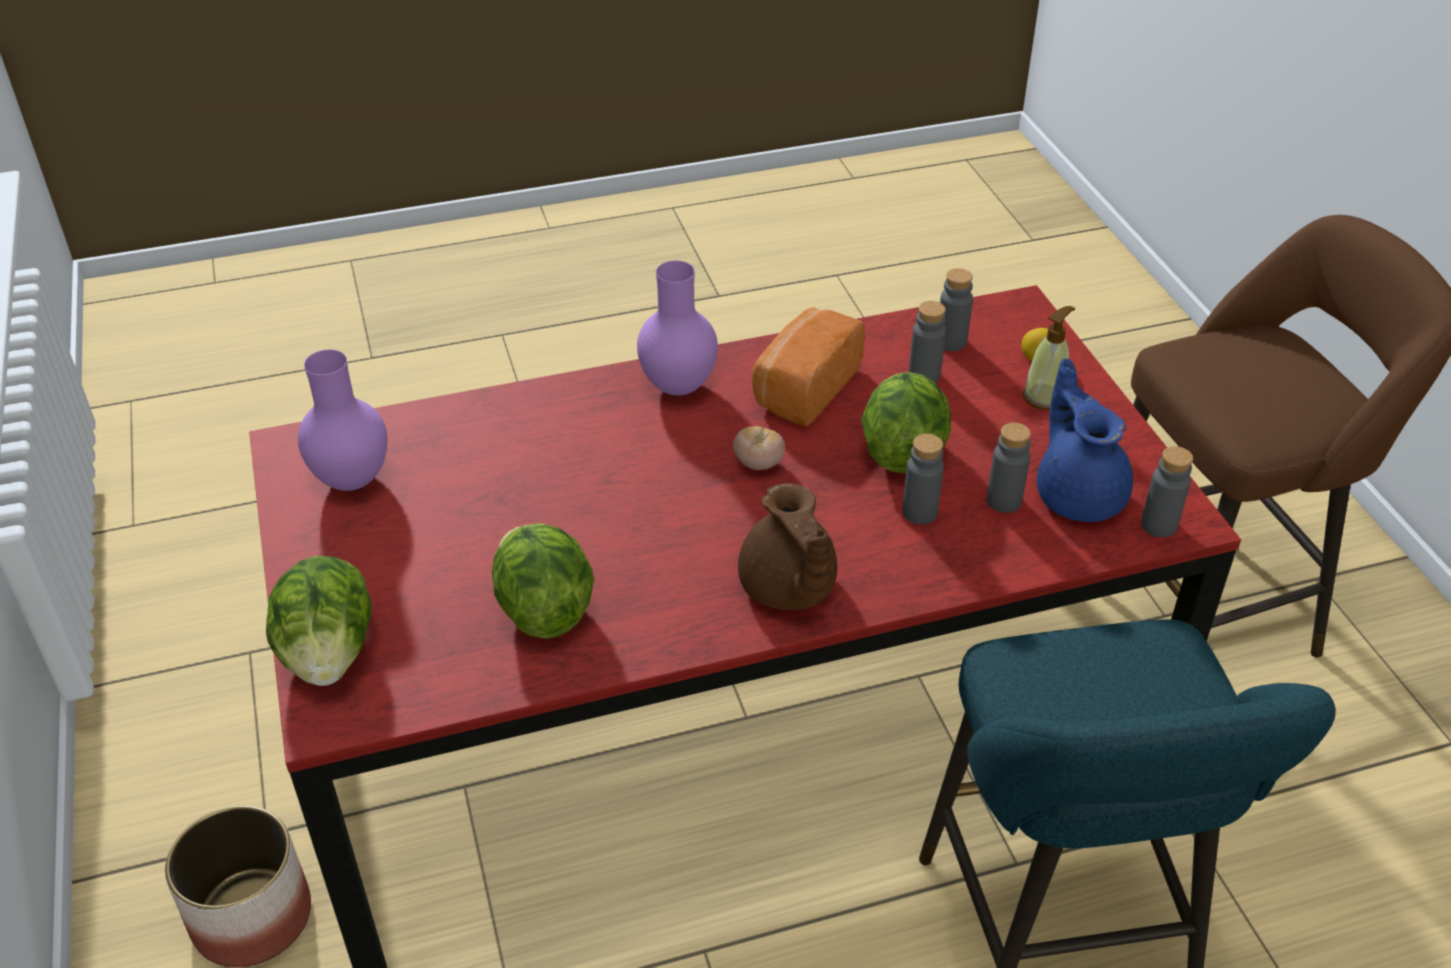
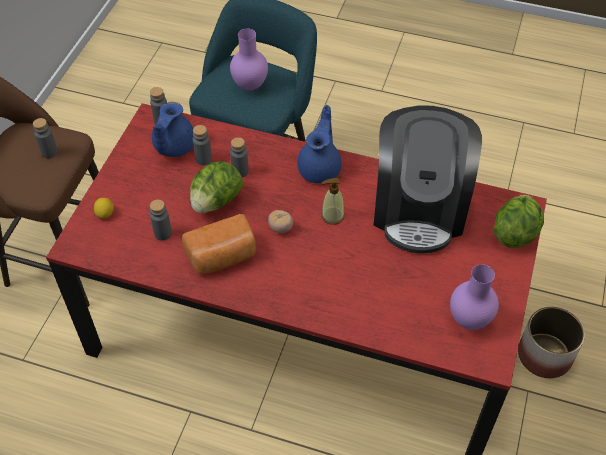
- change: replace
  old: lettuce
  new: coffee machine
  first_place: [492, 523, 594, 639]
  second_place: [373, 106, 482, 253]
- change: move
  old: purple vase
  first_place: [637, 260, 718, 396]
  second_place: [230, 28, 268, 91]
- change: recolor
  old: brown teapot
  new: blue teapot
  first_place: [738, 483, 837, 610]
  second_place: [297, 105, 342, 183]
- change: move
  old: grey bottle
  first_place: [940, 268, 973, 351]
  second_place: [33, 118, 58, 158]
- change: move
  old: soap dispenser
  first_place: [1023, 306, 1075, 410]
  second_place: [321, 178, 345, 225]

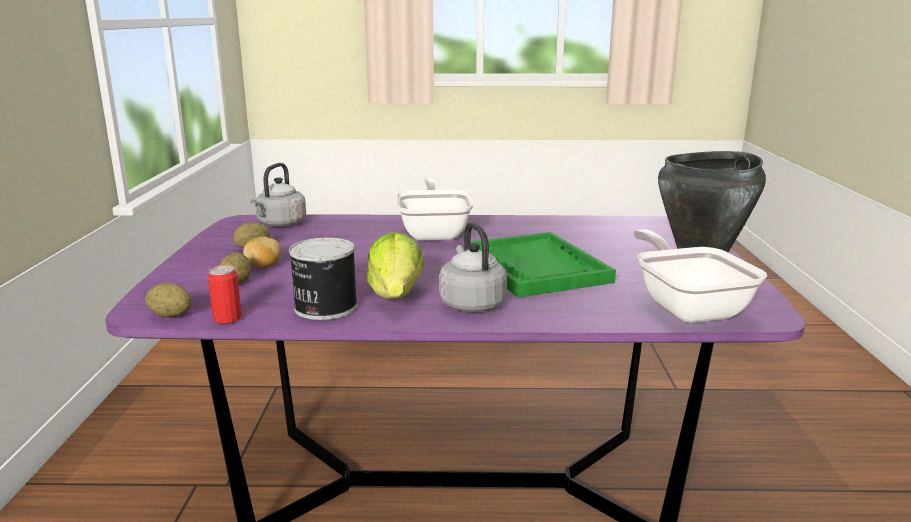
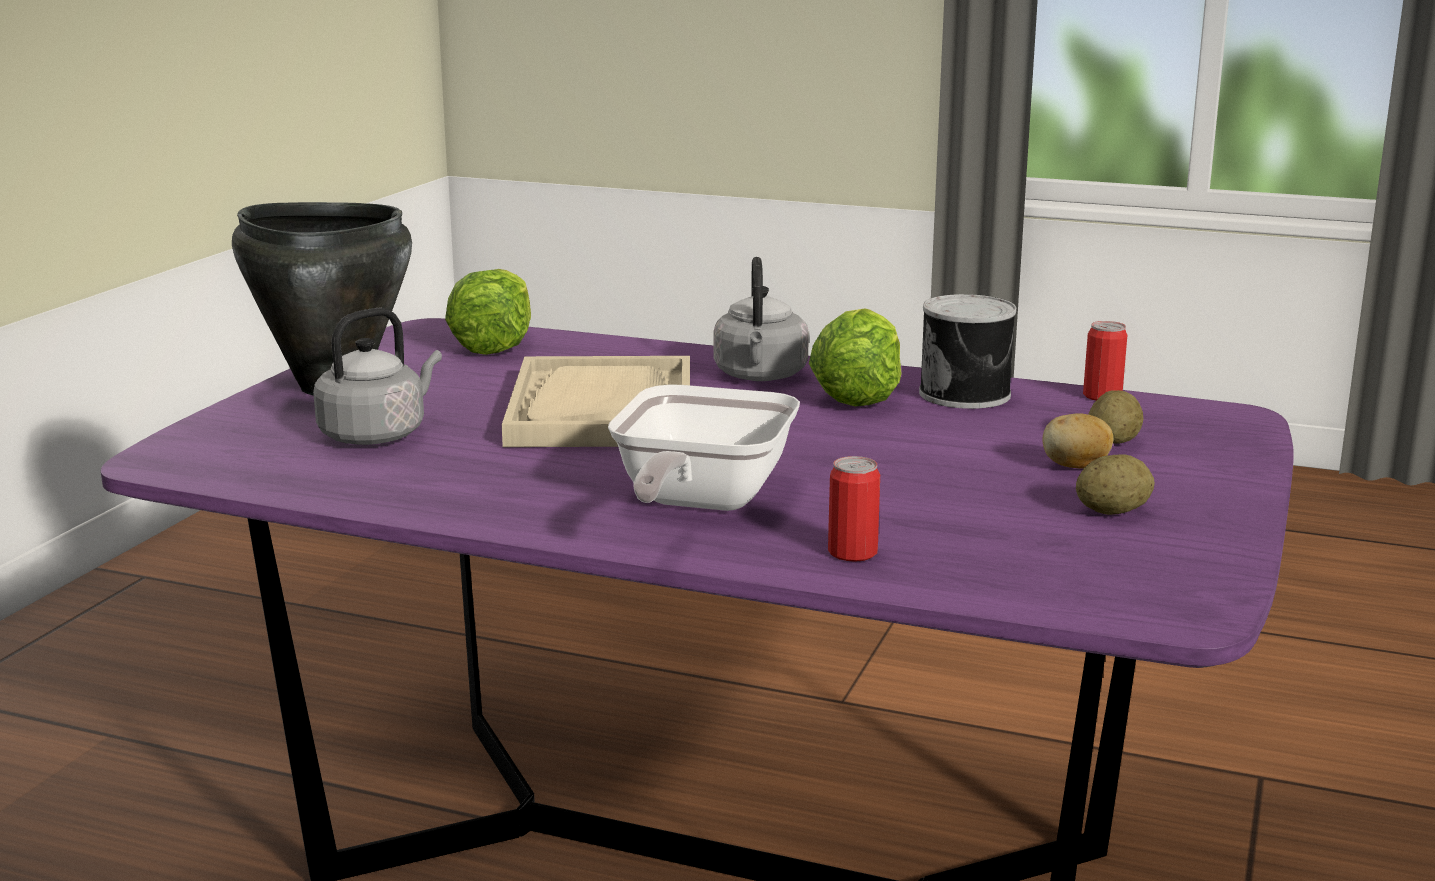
- change: delete
  old: potato
  first_place: [145, 283, 192, 317]
- change: move
  old: grey kettle
  first_place: [250, 163, 306, 227]
  second_place: [313, 307, 442, 445]
- change: recolor
  old: green tray
  new: beige tray
  first_place: [471, 232, 616, 298]
  second_place: [502, 356, 690, 447]
- change: replace
  old: frying pan
  new: lettuce
  first_place: [634, 229, 767, 323]
  second_place: [445, 269, 531, 355]
- change: insert
  new: can
  second_place: [828, 456, 880, 562]

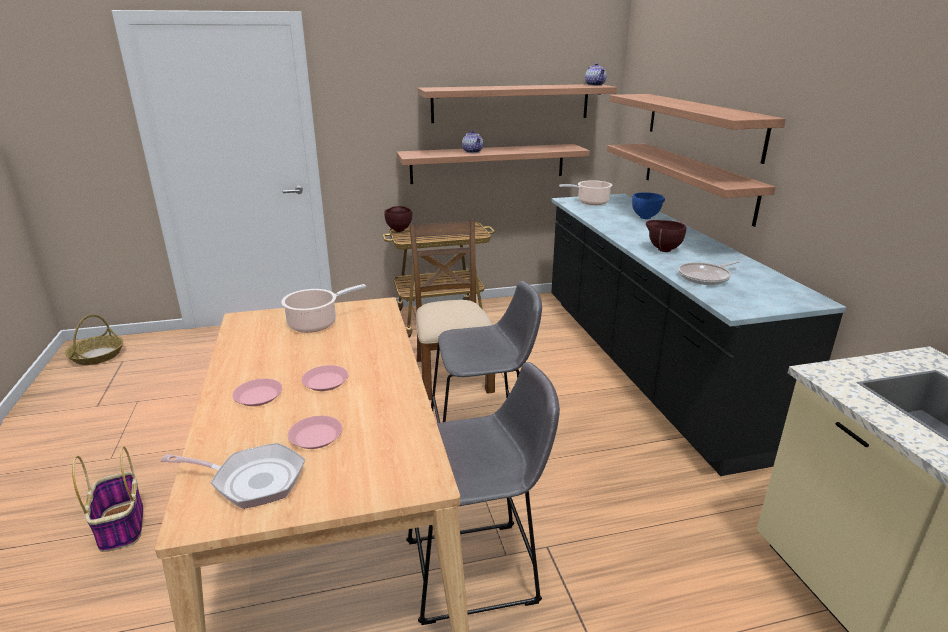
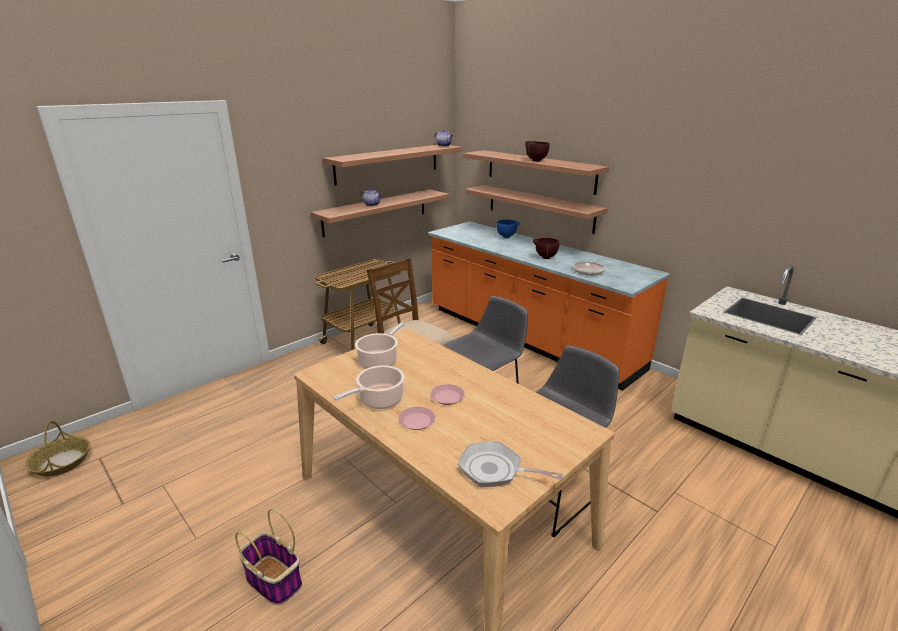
- change: rotate
  old: frying pan
  first_place: [161, 443, 305, 509]
  second_place: [458, 442, 563, 487]
  degrees: -135
- change: delete
  old: pink plate
  first_place: [288, 416, 342, 449]
- change: move
  old: brown bowl
  first_place: [384, 206, 412, 232]
  second_place: [525, 141, 550, 162]
- change: recolor
  old: black counter
  new: orange counter
  first_place: [551, 194, 846, 476]
  second_place: [428, 221, 670, 391]
- change: move
  old: cooking pot
  first_place: [559, 180, 612, 205]
  second_place: [333, 365, 405, 409]

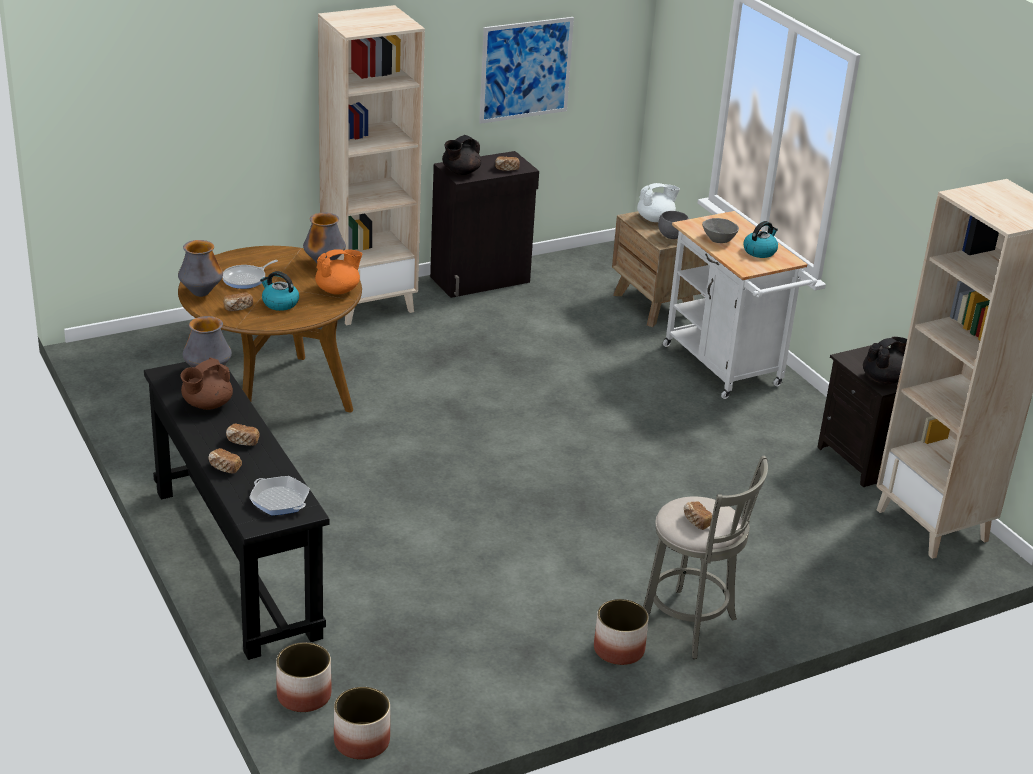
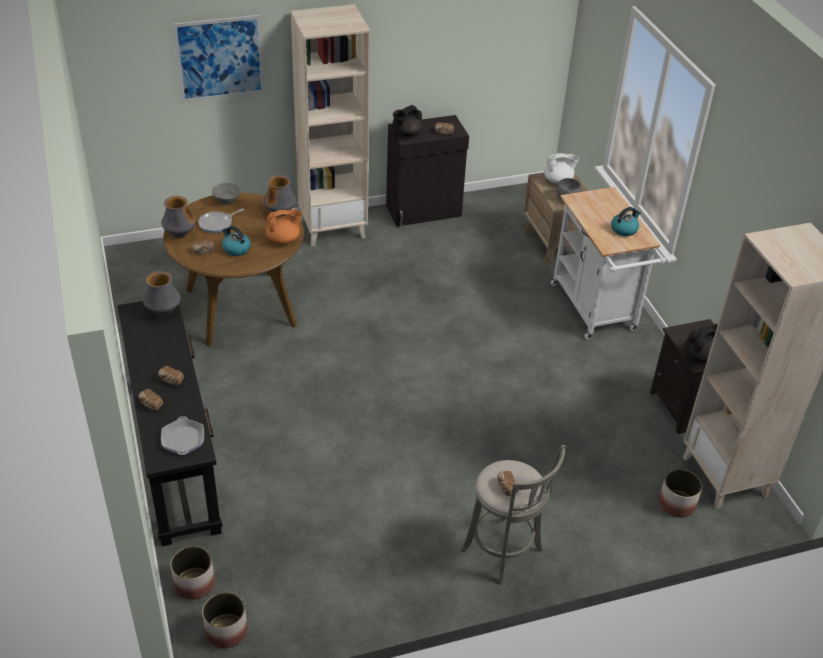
- change: delete
  old: brown teapot
  first_place: [180, 358, 233, 410]
- change: rotate
  old: frying pan
  first_place: [249, 476, 310, 515]
  second_place: [161, 416, 204, 455]
  degrees: -150
- change: move
  old: picture
  first_place: [479, 17, 574, 124]
  second_place: [173, 15, 265, 102]
- change: move
  old: planter
  first_place: [594, 599, 649, 665]
  second_place: [659, 469, 702, 518]
- change: move
  old: grey bowl
  first_place: [702, 218, 739, 243]
  second_place: [212, 183, 240, 205]

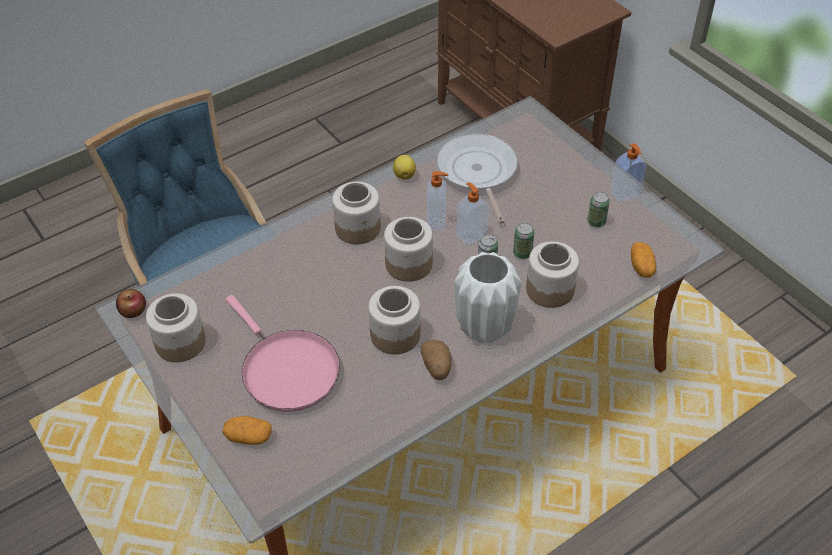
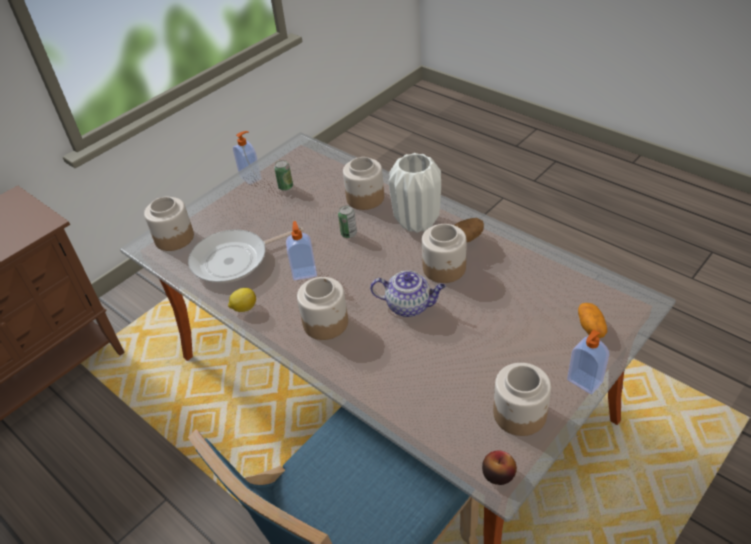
- change: delete
  old: pink frying pan
  first_place: [226, 295, 340, 412]
- change: move
  old: jar
  first_place: [384, 217, 433, 282]
  second_place: [144, 197, 194, 251]
- change: move
  old: soap dispenser
  first_place: [456, 182, 489, 246]
  second_place: [567, 330, 609, 394]
- change: delete
  old: can
  first_place: [513, 223, 534, 259]
- change: delete
  old: potato
  first_place: [631, 242, 656, 278]
- change: insert
  new: teapot
  second_place: [370, 270, 446, 317]

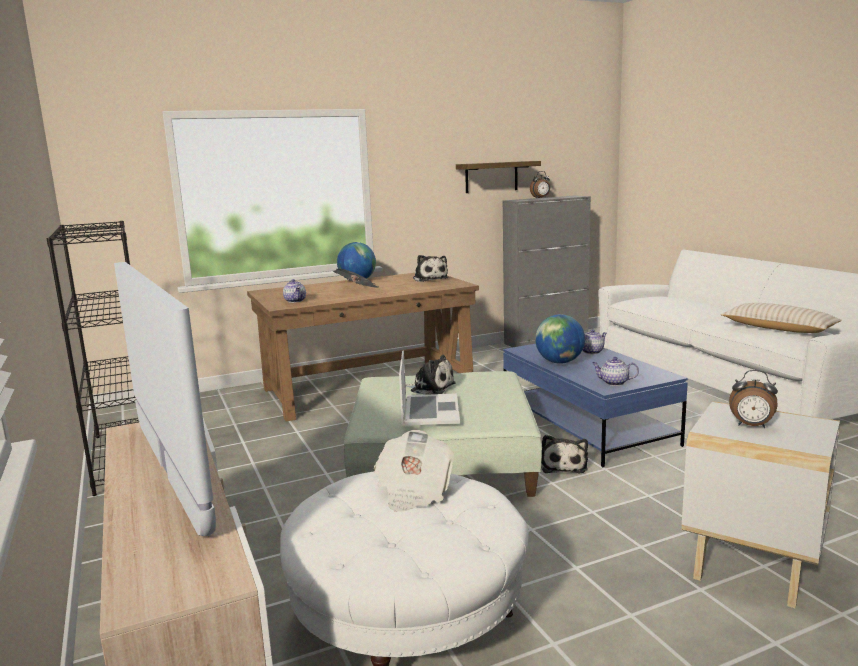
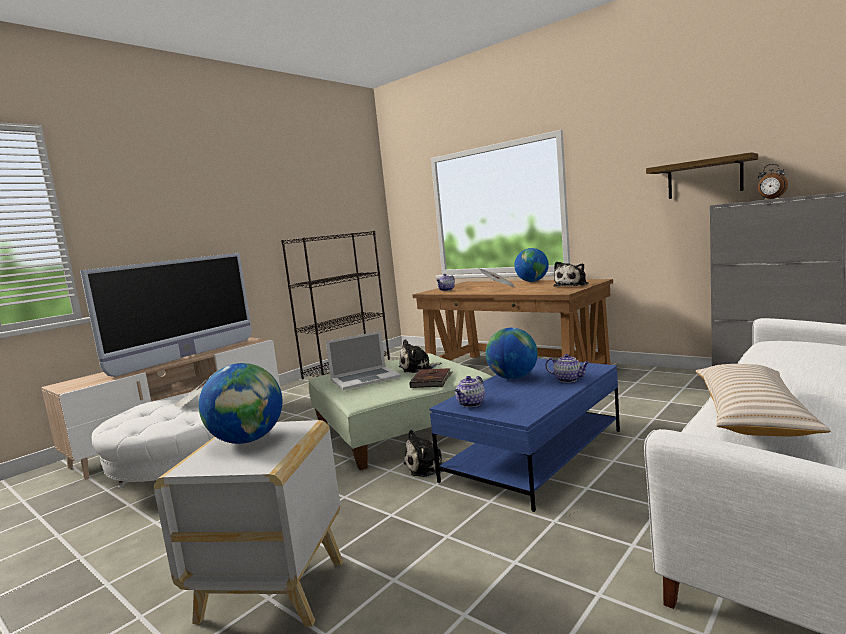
- change: rotate
  old: plush toy
  first_place: [406, 355, 456, 395]
  second_place: [399, 339, 442, 373]
  degrees: 75
- change: rotate
  old: teapot
  first_place: [592, 357, 639, 386]
  second_place: [455, 376, 485, 407]
  degrees: -135
- change: replace
  old: alarm clock
  new: globe
  first_place: [729, 370, 778, 428]
  second_place: [199, 363, 282, 444]
- change: insert
  new: brown book
  second_place: [410, 368, 453, 388]

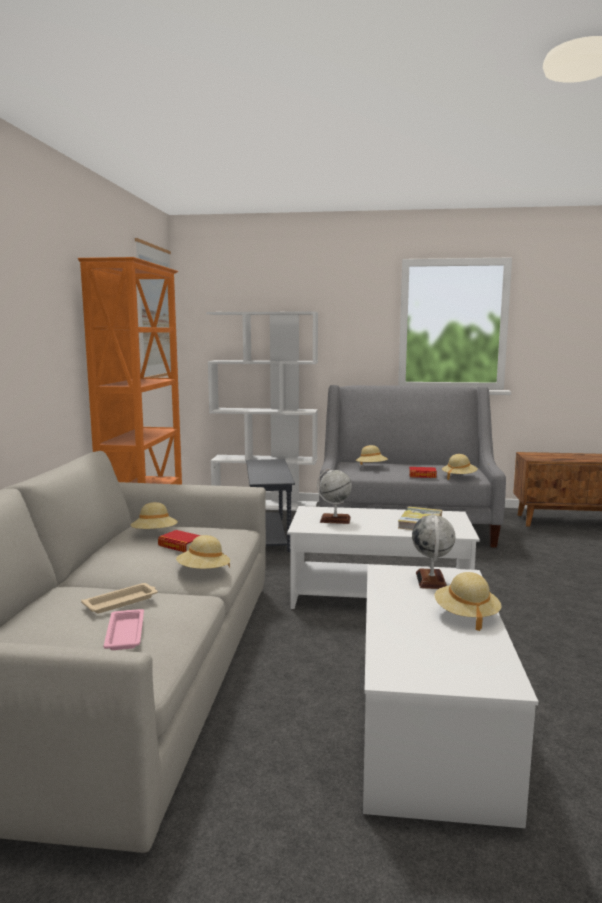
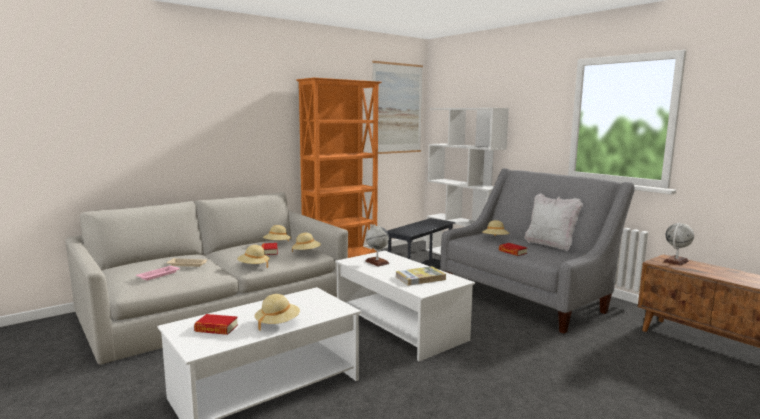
- change: move
  old: globe
  first_place: [412, 515, 455, 589]
  second_place: [663, 223, 694, 266]
- change: move
  old: beige hat
  first_place: [442, 454, 478, 480]
  second_place: [292, 233, 321, 252]
- change: insert
  new: book
  second_place: [194, 314, 238, 335]
- change: insert
  new: white pillow
  second_place: [524, 193, 583, 251]

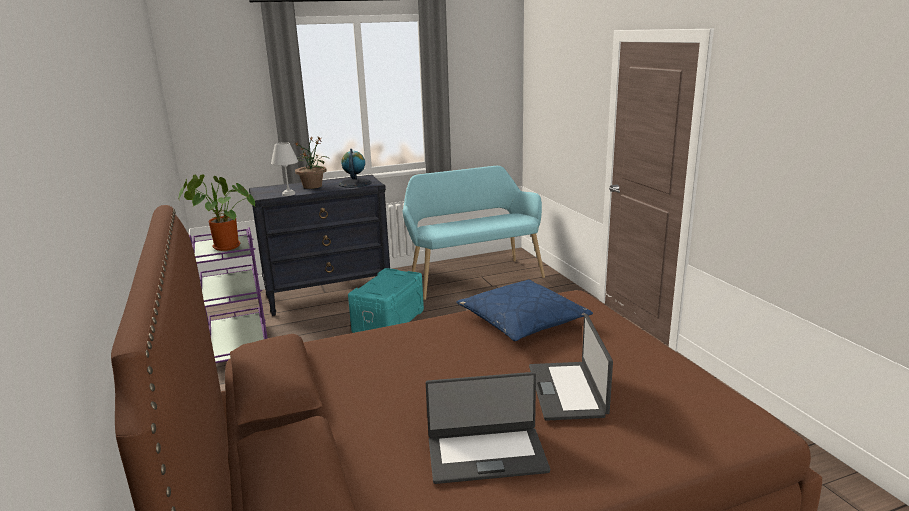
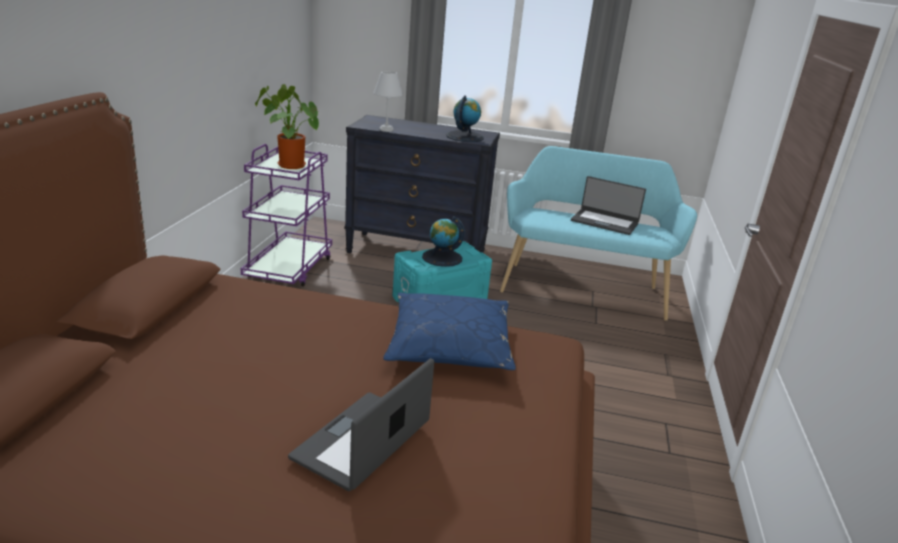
- change: delete
  old: potted plant
  first_place: [295, 136, 328, 189]
- change: move
  old: laptop
  first_place: [426, 372, 550, 484]
  second_place: [571, 176, 646, 235]
- change: insert
  new: globe
  second_place: [422, 216, 465, 267]

